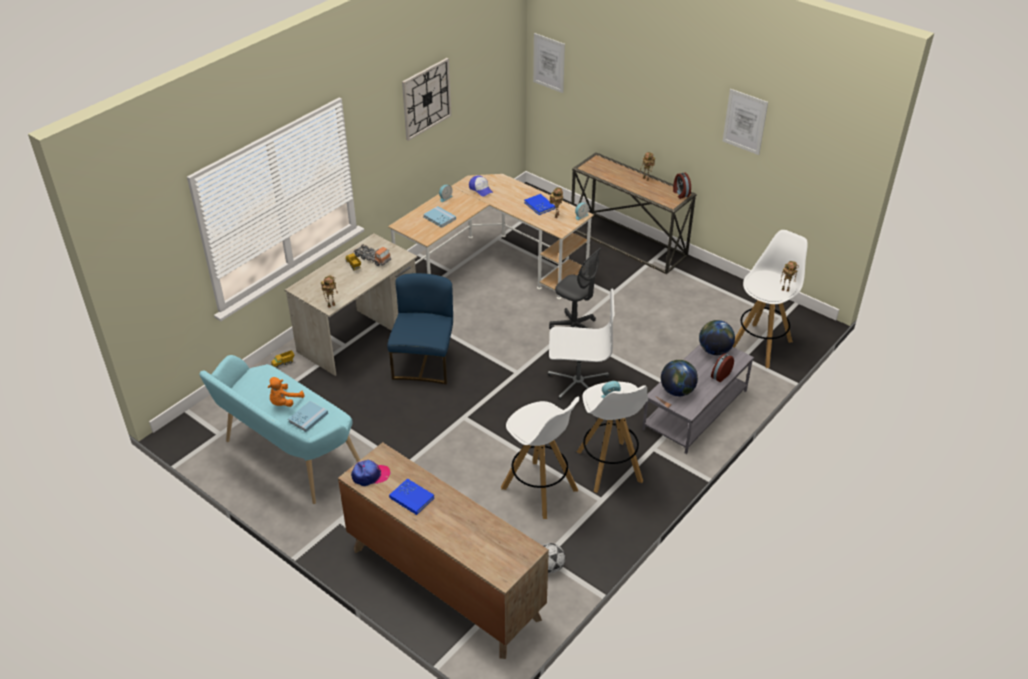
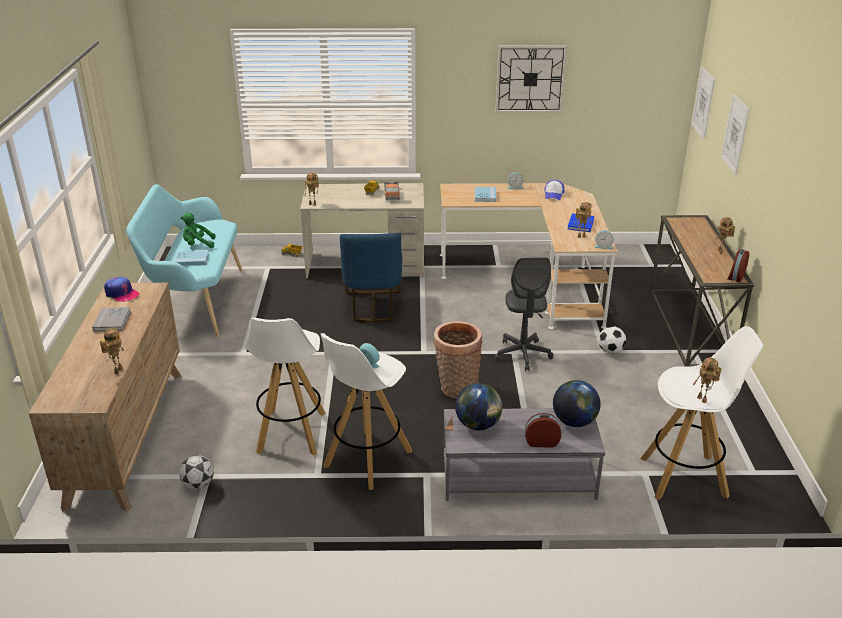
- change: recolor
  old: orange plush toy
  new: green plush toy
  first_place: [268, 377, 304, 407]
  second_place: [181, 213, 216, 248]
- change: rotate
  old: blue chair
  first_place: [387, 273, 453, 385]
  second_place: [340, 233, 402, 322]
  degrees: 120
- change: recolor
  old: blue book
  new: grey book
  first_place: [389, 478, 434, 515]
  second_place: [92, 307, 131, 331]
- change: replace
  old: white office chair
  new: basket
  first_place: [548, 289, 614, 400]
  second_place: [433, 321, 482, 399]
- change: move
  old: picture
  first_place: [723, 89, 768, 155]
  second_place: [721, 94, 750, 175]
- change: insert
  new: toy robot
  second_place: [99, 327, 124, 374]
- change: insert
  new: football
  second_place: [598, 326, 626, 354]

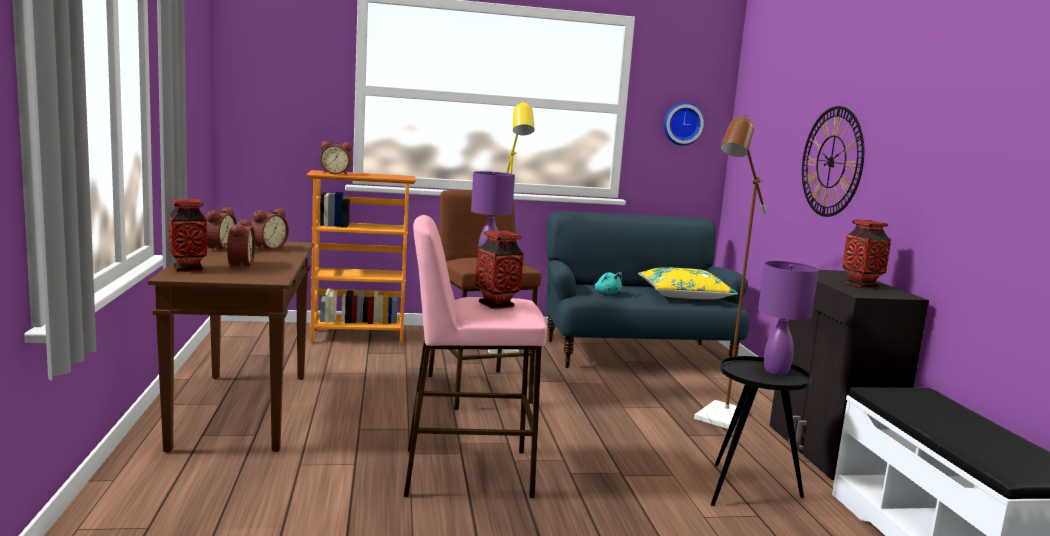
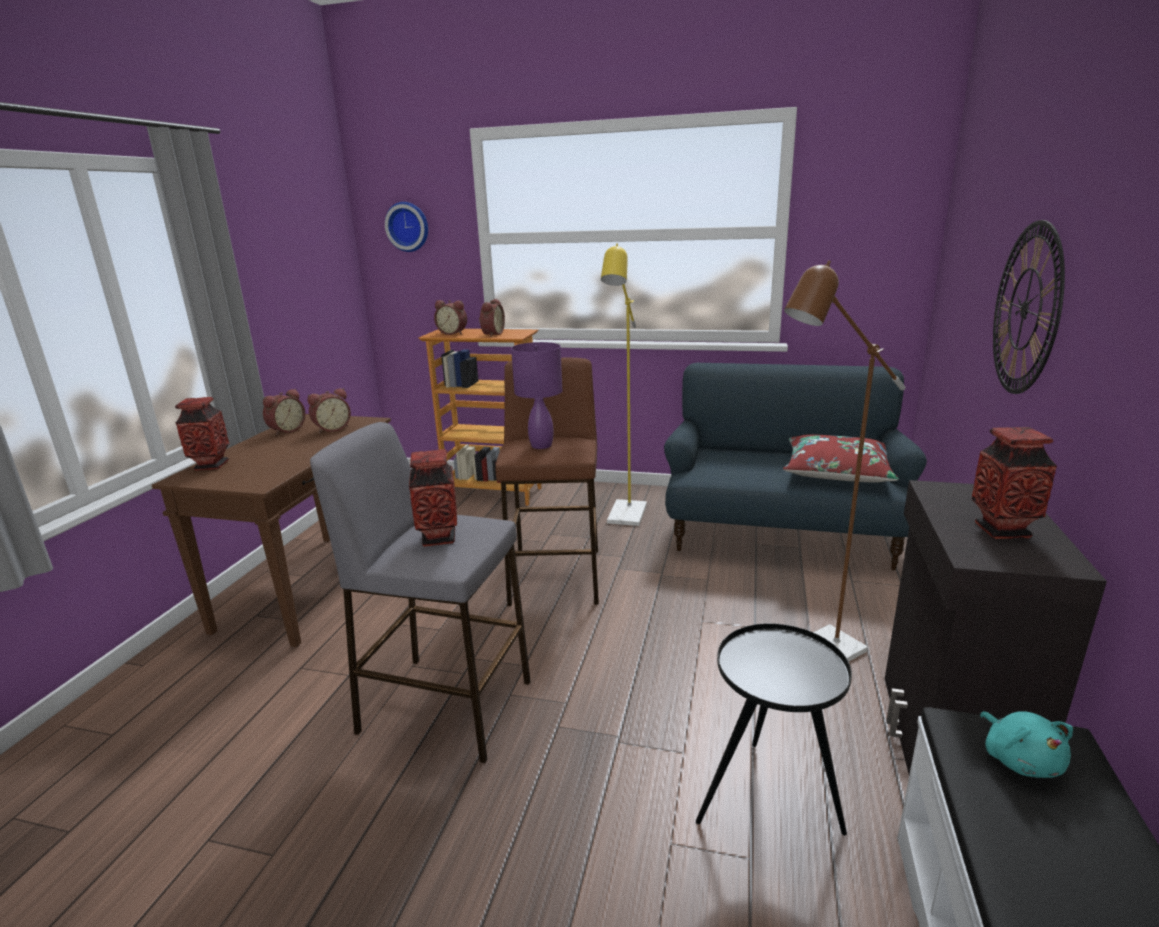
- change: move
  old: alarm clock
  first_place: [224, 219, 256, 269]
  second_place: [479, 299, 505, 337]
- change: recolor
  old: pink stool
  new: grey stool
  first_place: [404, 215, 547, 498]
  second_place: [310, 422, 531, 763]
- change: move
  old: turquoise plush toy
  first_place: [594, 272, 622, 294]
  second_place: [980, 711, 1073, 778]
- change: recolor
  old: yellow pillow
  new: red pillow
  first_place: [638, 267, 738, 299]
  second_place: [783, 434, 899, 483]
- change: move
  old: wall clock
  first_place: [663, 102, 704, 146]
  second_place: [385, 202, 428, 252]
- change: delete
  old: purple table lamp
  first_place: [758, 261, 819, 375]

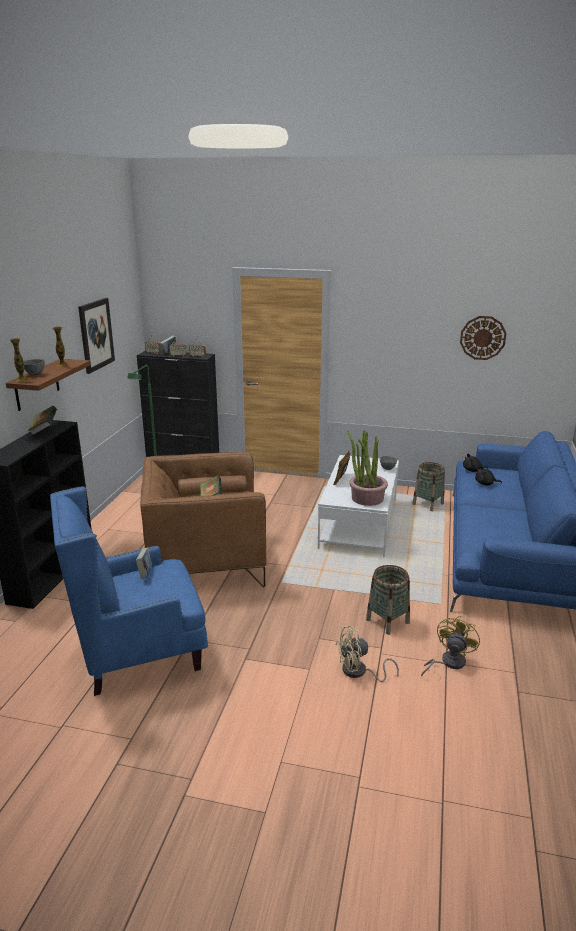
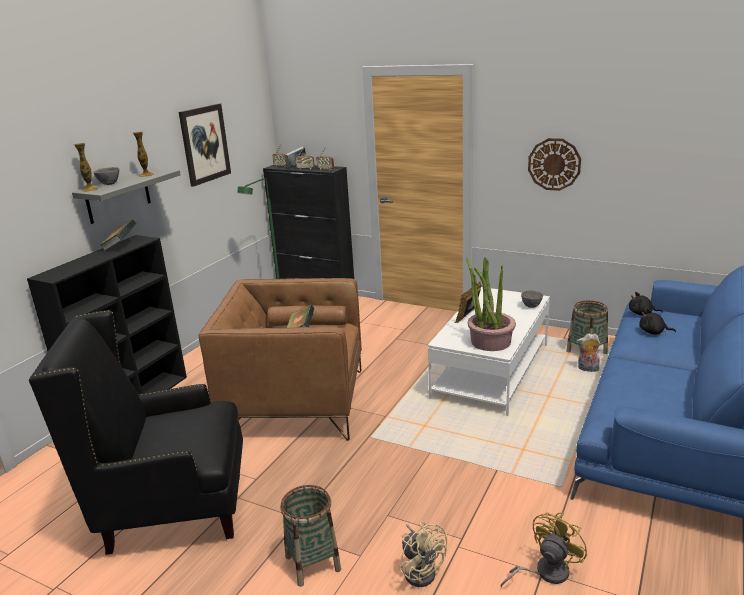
- change: recolor
  old: brown shelf
  new: grey shelf
  first_place: [6, 359, 91, 411]
  second_place: [72, 168, 180, 224]
- change: recolor
  old: blue armchair
  new: black armchair
  first_place: [50, 486, 208, 696]
  second_place: [29, 310, 243, 555]
- change: delete
  old: book
  first_place: [136, 547, 152, 579]
- change: rotate
  old: beige fan
  first_place: [336, 626, 399, 682]
  second_place: [399, 522, 447, 587]
  degrees: -120
- change: move
  old: basket
  first_place: [366, 565, 410, 635]
  second_place: [280, 485, 341, 587]
- change: move
  old: wall clock
  first_place: [460, 316, 507, 360]
  second_place: [528, 138, 581, 191]
- change: insert
  new: plush toy
  second_place: [576, 334, 600, 372]

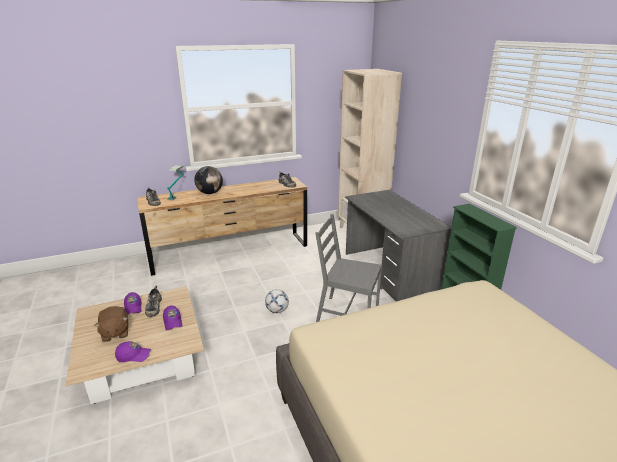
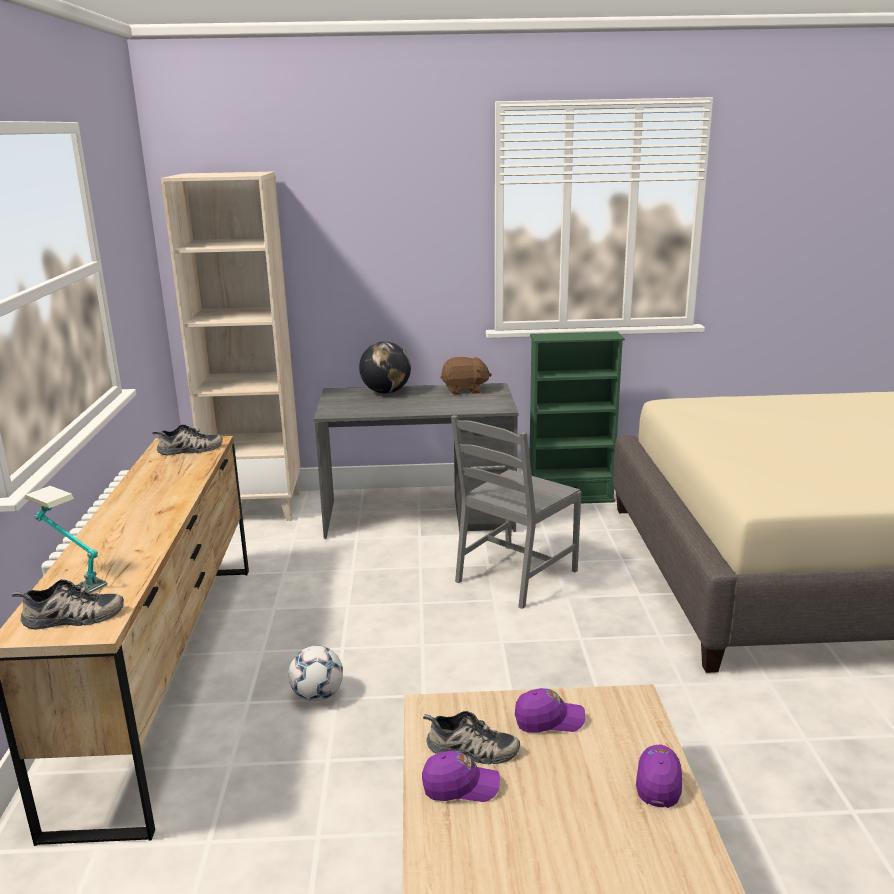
- change: move
  old: brown plush toy
  first_place: [94, 306, 128, 342]
  second_place: [441, 357, 492, 395]
- change: move
  old: globe
  first_place: [194, 166, 223, 194]
  second_place: [359, 341, 411, 394]
- change: move
  old: football
  first_place: [265, 289, 289, 313]
  second_place: [288, 646, 343, 701]

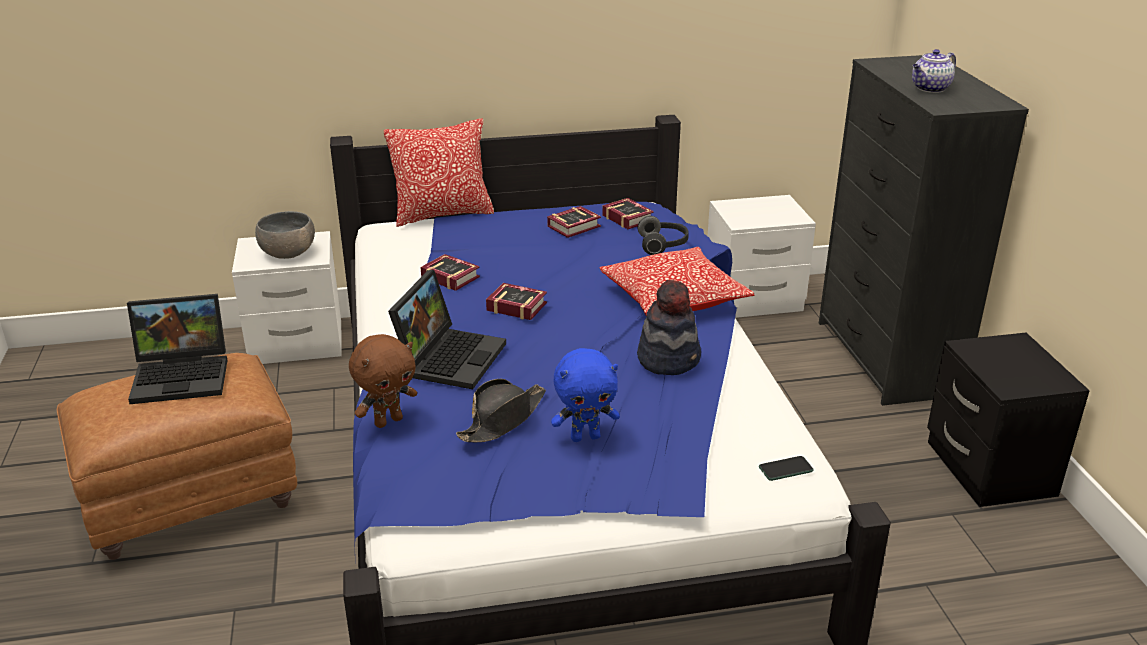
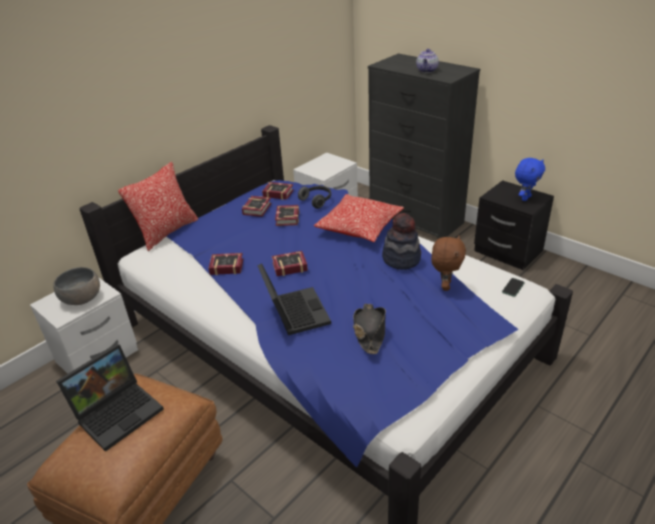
- change: move
  old: brown plush toy
  first_place: [349, 334, 417, 428]
  second_place: [431, 235, 466, 291]
- change: move
  old: blue plush toy
  first_place: [551, 348, 620, 442]
  second_place: [515, 158, 545, 201]
- change: insert
  new: book
  second_place: [275, 205, 299, 226]

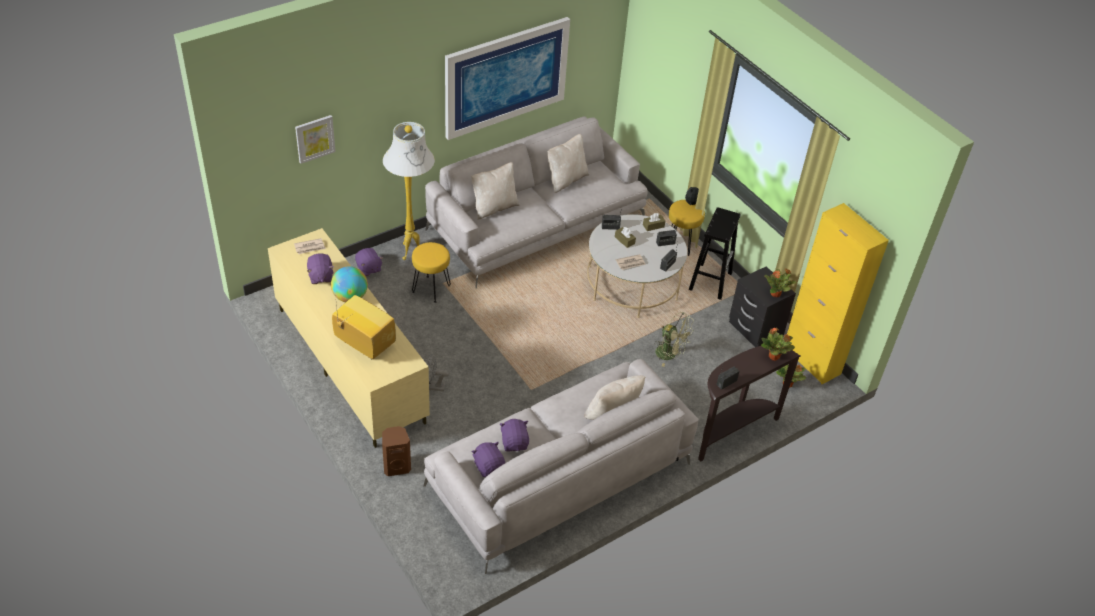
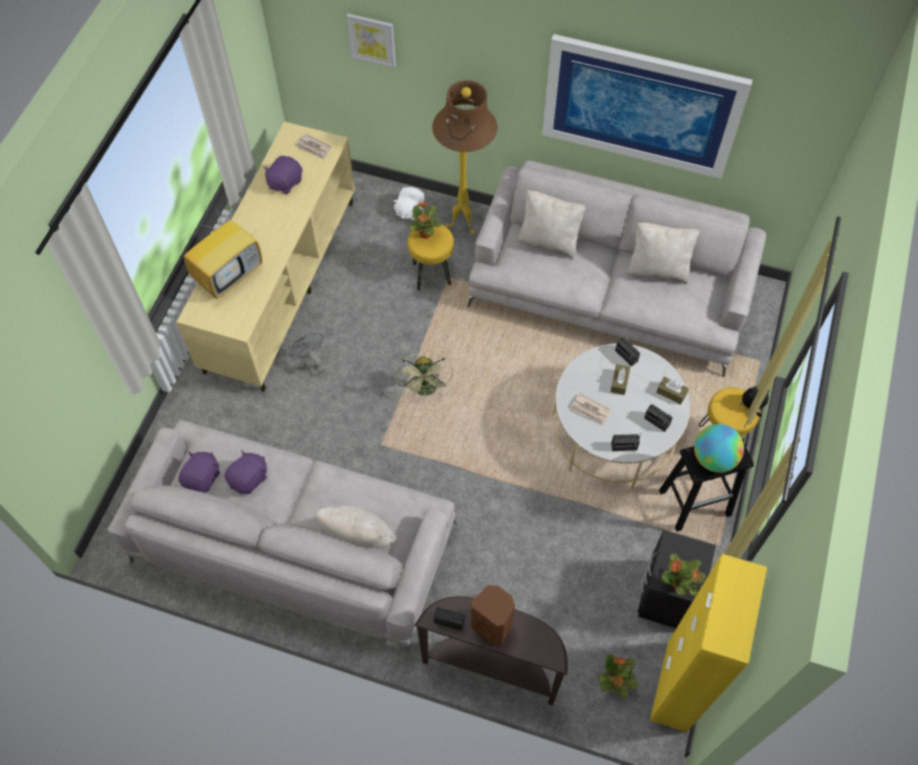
- change: move
  old: globe
  first_place: [331, 266, 368, 302]
  second_place: [694, 424, 744, 473]
- change: rotate
  old: television
  first_place: [332, 295, 396, 359]
  second_place: [184, 205, 262, 299]
  degrees: 45
- change: recolor
  old: purple plush toy
  new: white plush toy
  first_place: [355, 248, 383, 276]
  second_place: [392, 187, 425, 221]
- change: move
  old: brown speaker
  first_place: [382, 426, 411, 476]
  second_place: [471, 585, 515, 646]
- change: recolor
  old: white floor lamp
  new: brown floor lamp
  first_place: [383, 122, 435, 260]
  second_place: [432, 80, 498, 234]
- change: move
  old: green fan
  first_place: [654, 312, 694, 367]
  second_place: [395, 353, 453, 398]
- change: move
  old: potted plant
  first_place: [761, 328, 795, 361]
  second_place: [409, 202, 442, 239]

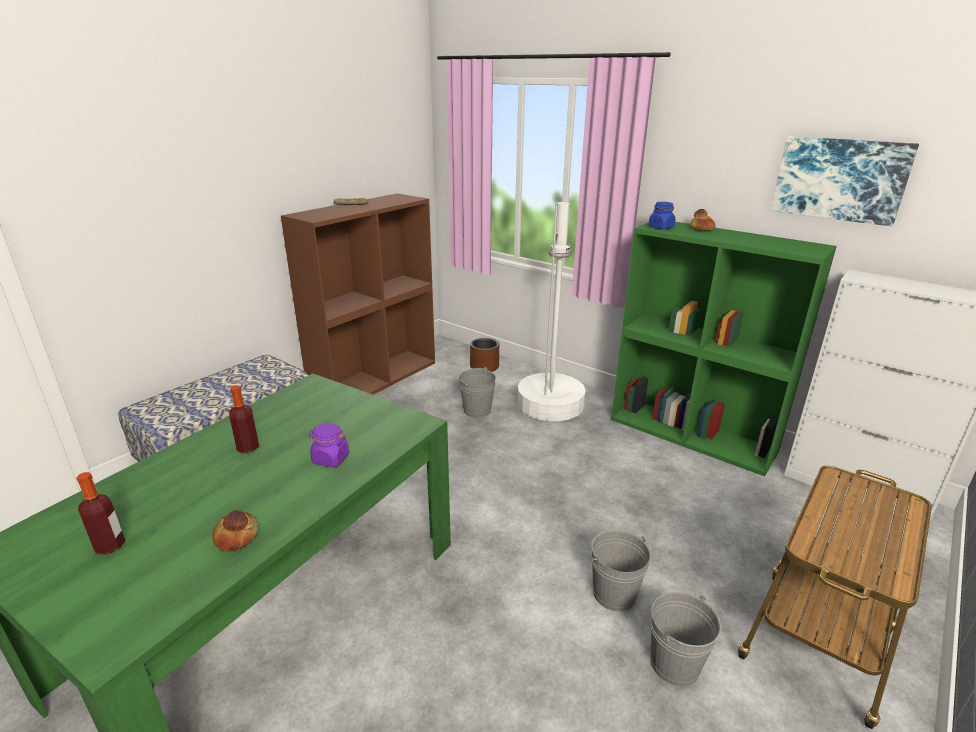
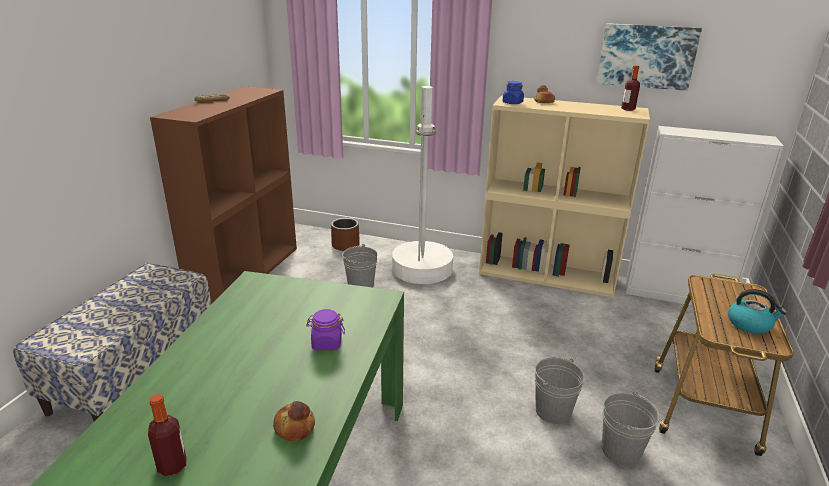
- change: move
  old: bottle
  first_place: [229, 385, 259, 453]
  second_place: [621, 65, 640, 111]
- change: recolor
  old: green bookcase
  new: beige bookcase
  first_place: [611, 222, 837, 477]
  second_place: [479, 96, 650, 297]
- change: insert
  new: kettle
  second_place: [728, 289, 787, 334]

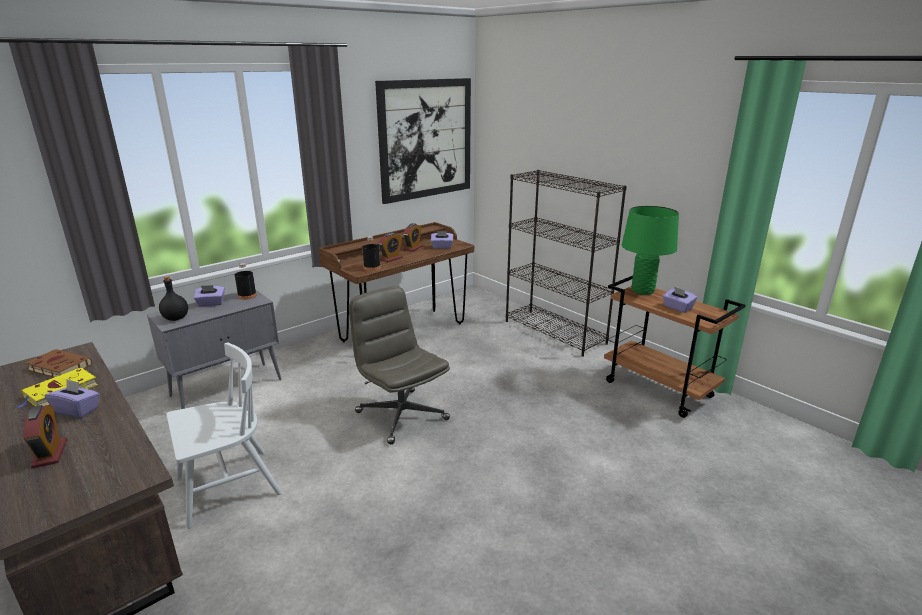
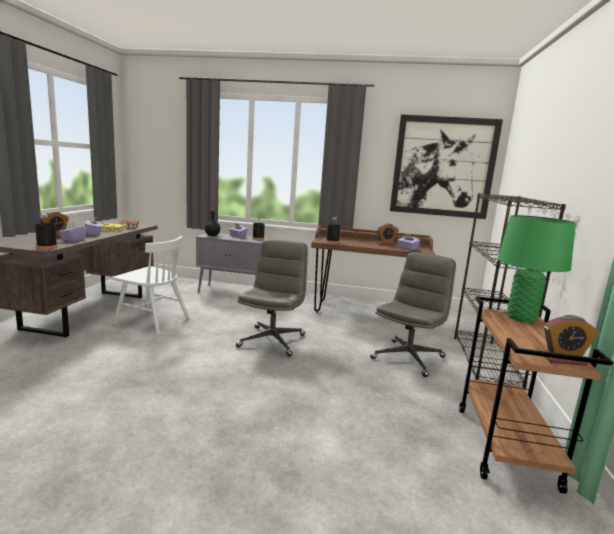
- change: move
  old: alarm clock
  first_place: [378, 233, 403, 262]
  second_place: [544, 315, 599, 366]
- change: move
  old: purple tissue box
  first_place: [663, 287, 697, 313]
  second_place: [58, 222, 87, 242]
- change: insert
  new: black bottle
  second_place: [35, 214, 57, 250]
- change: insert
  new: grey office chair
  second_place: [370, 252, 456, 377]

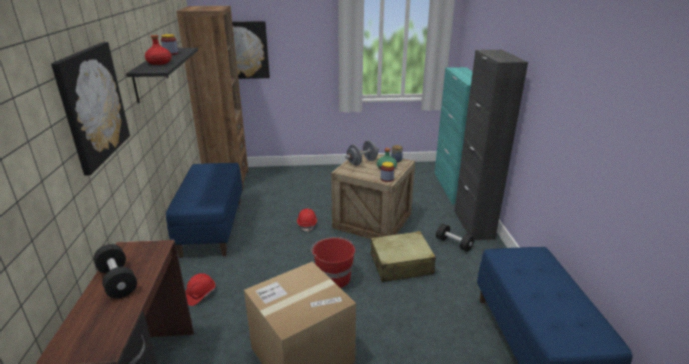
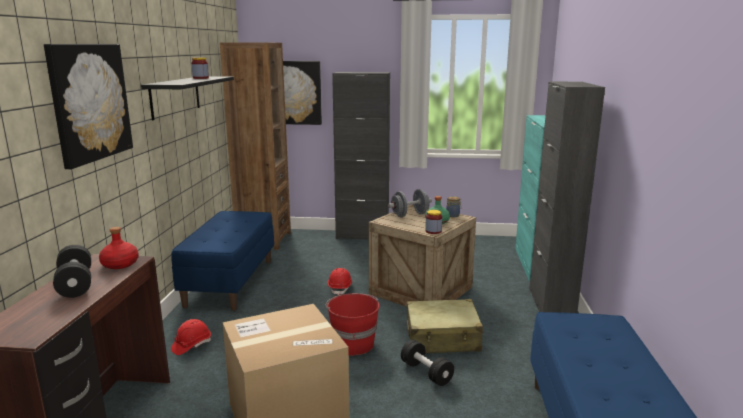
- change: move
  old: red bottle
  first_place: [145, 35, 172, 65]
  second_place: [99, 227, 139, 269]
- change: move
  old: black dumbbell
  first_place: [436, 224, 474, 252]
  second_place: [401, 340, 454, 386]
- change: insert
  new: black cabinet
  second_place: [332, 72, 390, 239]

